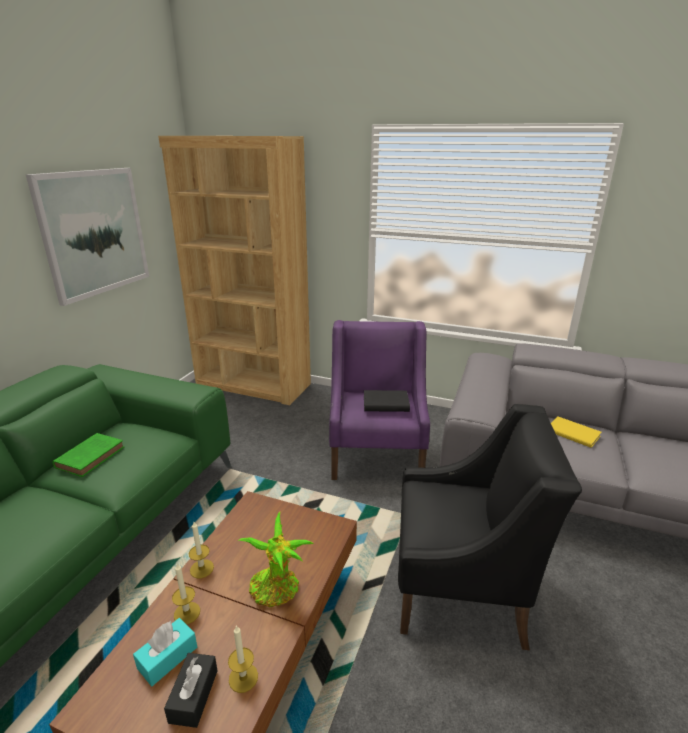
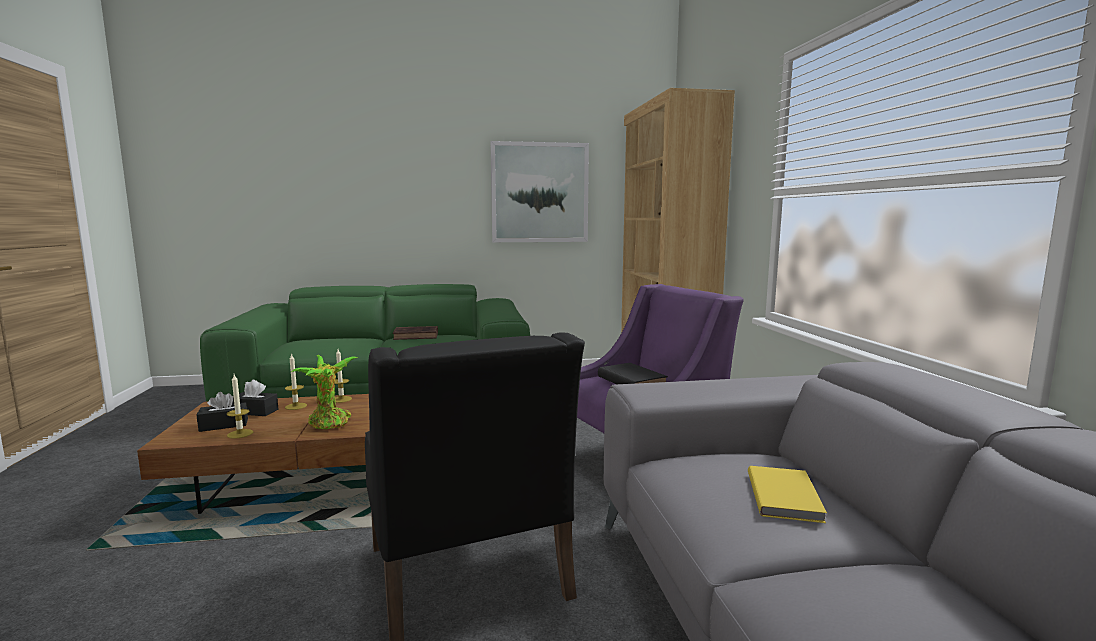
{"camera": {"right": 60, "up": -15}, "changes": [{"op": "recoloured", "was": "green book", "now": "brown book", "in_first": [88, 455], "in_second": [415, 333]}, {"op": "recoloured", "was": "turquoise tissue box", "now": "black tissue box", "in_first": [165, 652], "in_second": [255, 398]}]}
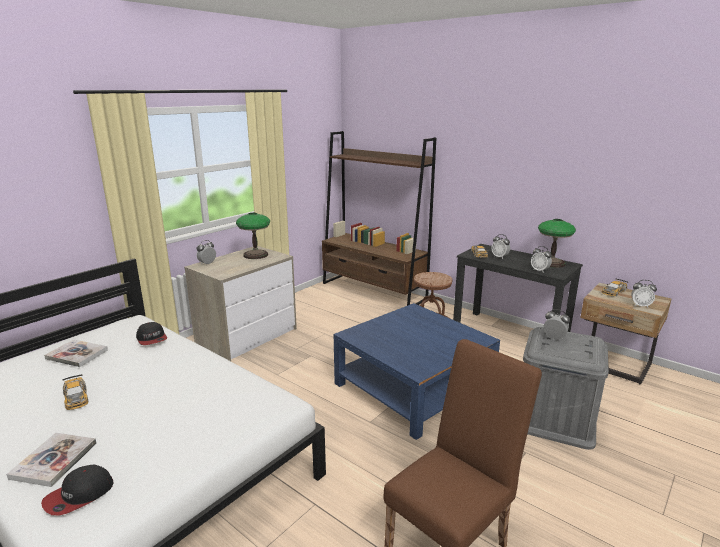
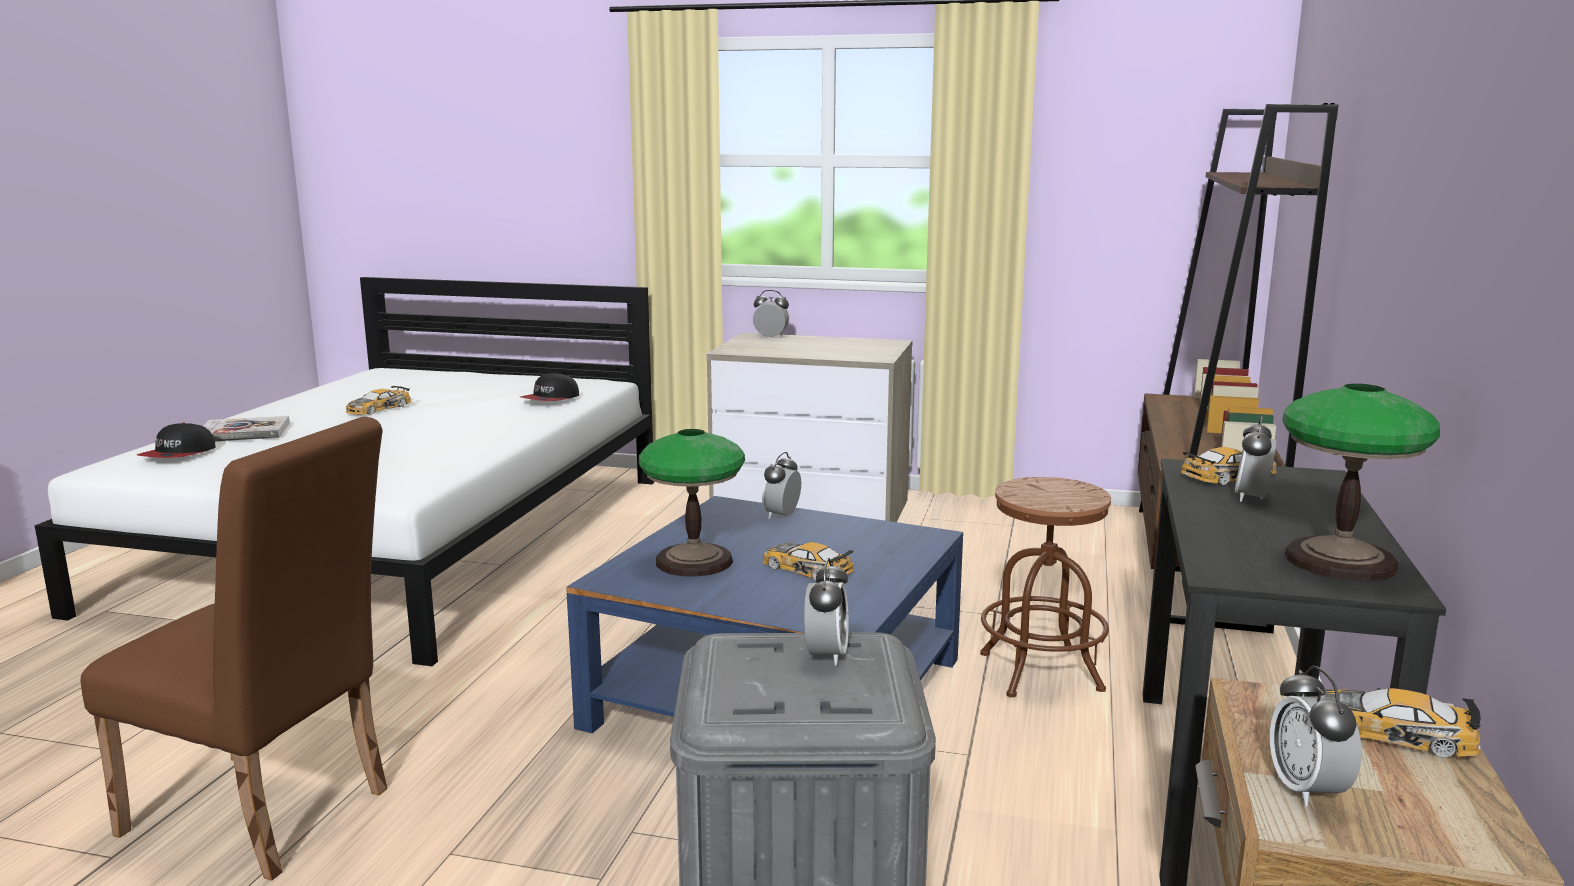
{"camera": {"right": 65, "up": -5}, "changes": [{"op": "removed", "was": "book", "in_first": [76, 353]}, {"op": "added", "now": "toy car", "in_second": [808, 561]}, {"op": "moved", "was": "table lamp", "in_first": [253, 236], "in_second": [691, 503]}, {"op": "moved", "was": "alarm clock", "in_first": [541, 259], "in_second": [781, 485]}, {"op": "turned", "was": "cap", "in_first": [77, 490], "in_second": [176, 440], "clockwise": -90}]}
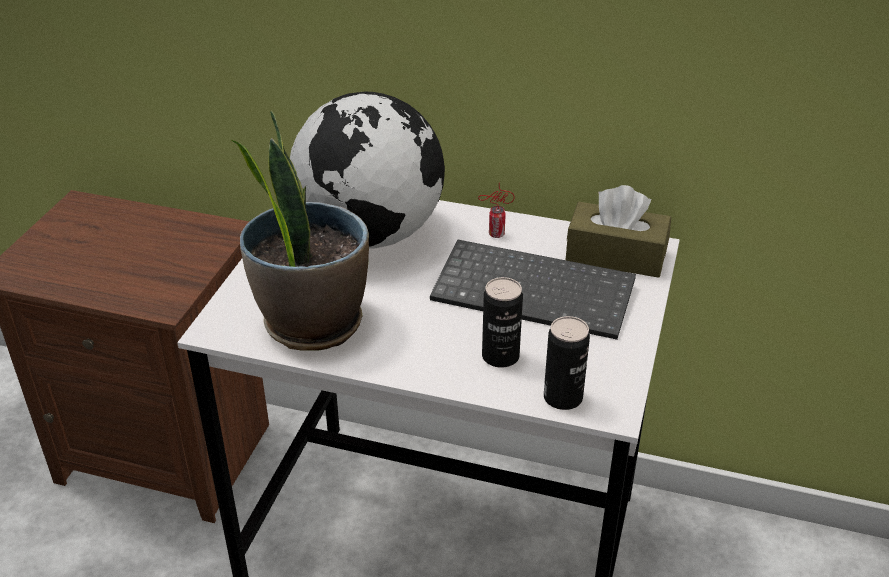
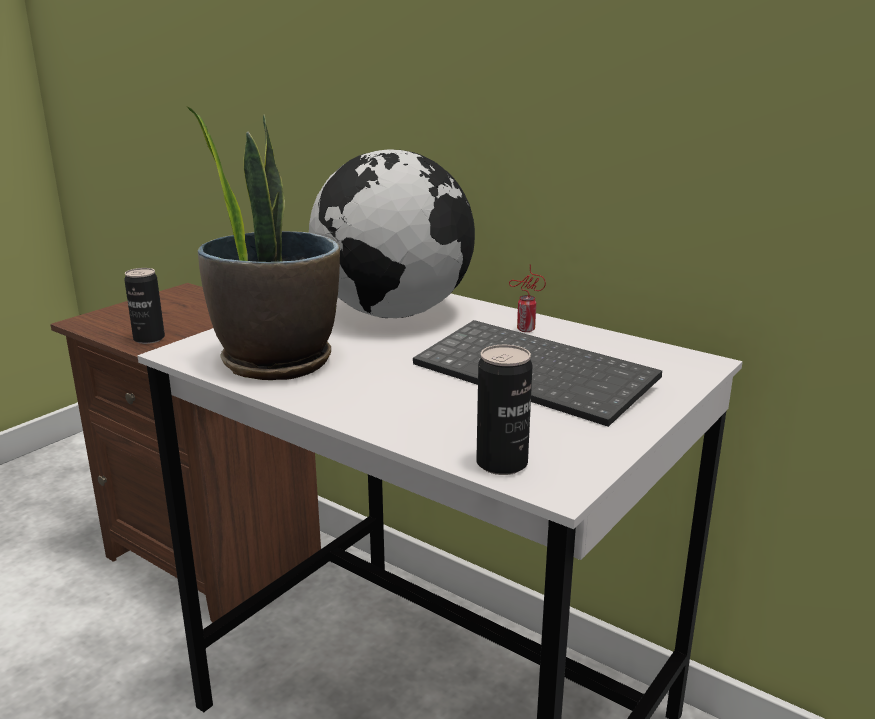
{"camera": {"right": 20, "up": -15}, "changes": [{"op": "removed", "was": "brown tissue box", "in_first": [618, 231]}, {"op": "moved", "was": "can", "in_first": [502, 322], "in_second": [144, 306]}]}
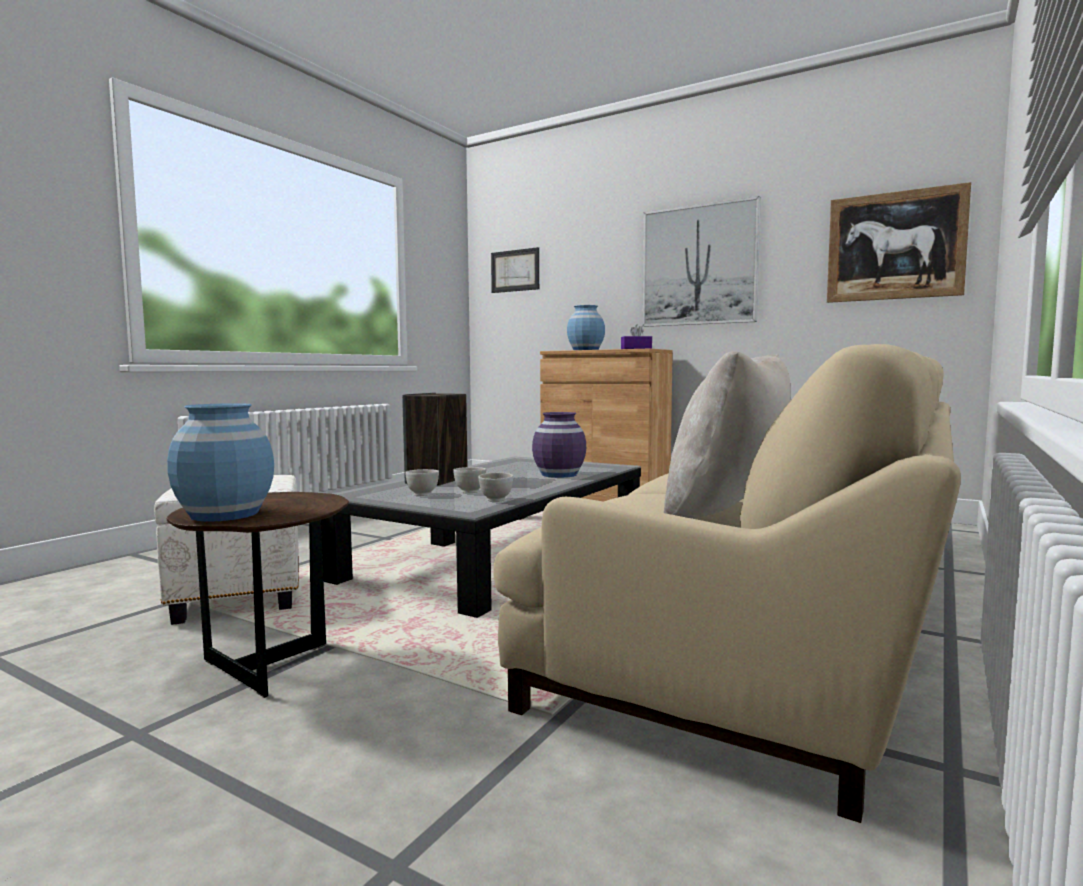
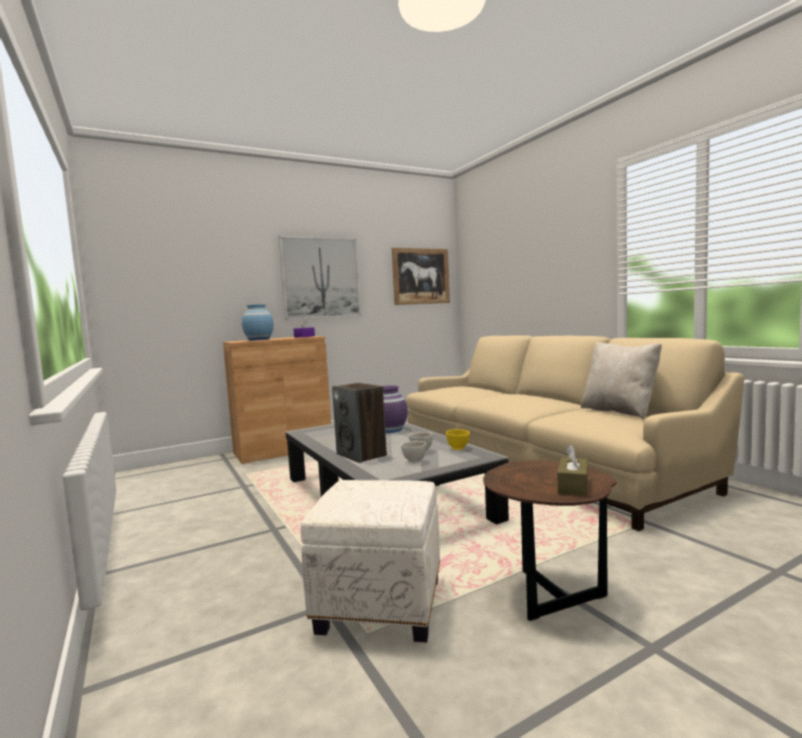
{"camera": {"right": -60, "up": 0}, "changes": [{"op": "removed", "was": "picture", "in_first": [515, 270]}, {"op": "replaced", "was": "blue vase", "now": "brown tissue box", "in_first": [220, 462], "in_second": [572, 470]}, {"op": "recoloured", "was": "white bowl", "now": "yellow bowl", "in_first": [495, 487], "in_second": [458, 439]}]}
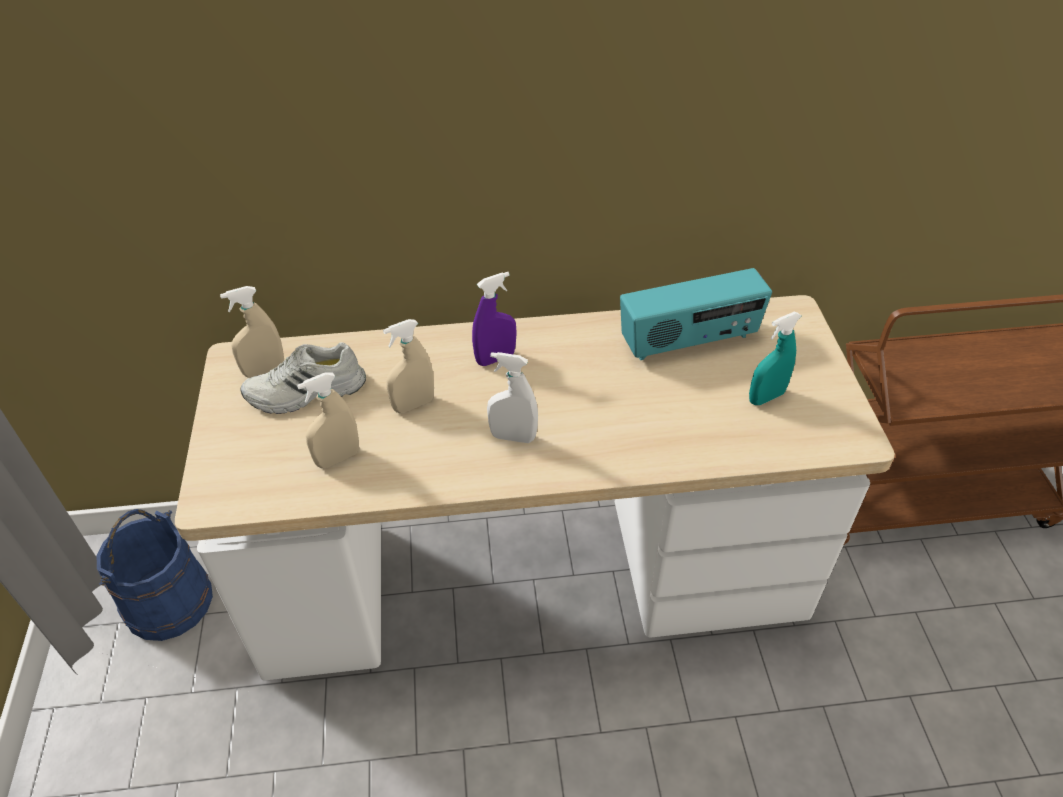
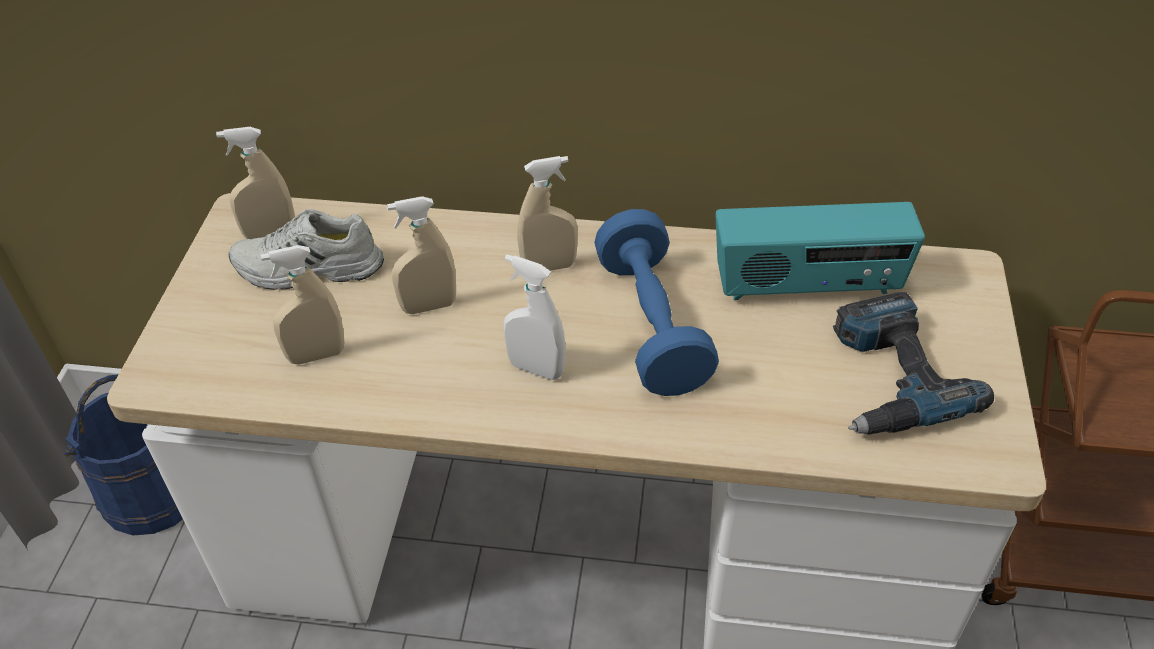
{"camera": {"right": 15, "up": 0}, "changes": [{"op": "added", "now": "blue dumbbell", "in_second": [656, 302]}, {"op": "replaced", "was": "turquoise spray bottle", "now": "power drill", "in_first": [775, 358], "in_second": [913, 363]}, {"op": "recoloured", "was": "purple spray bottle", "now": "beige spray bottle", "in_first": [494, 319], "in_second": [547, 213]}]}
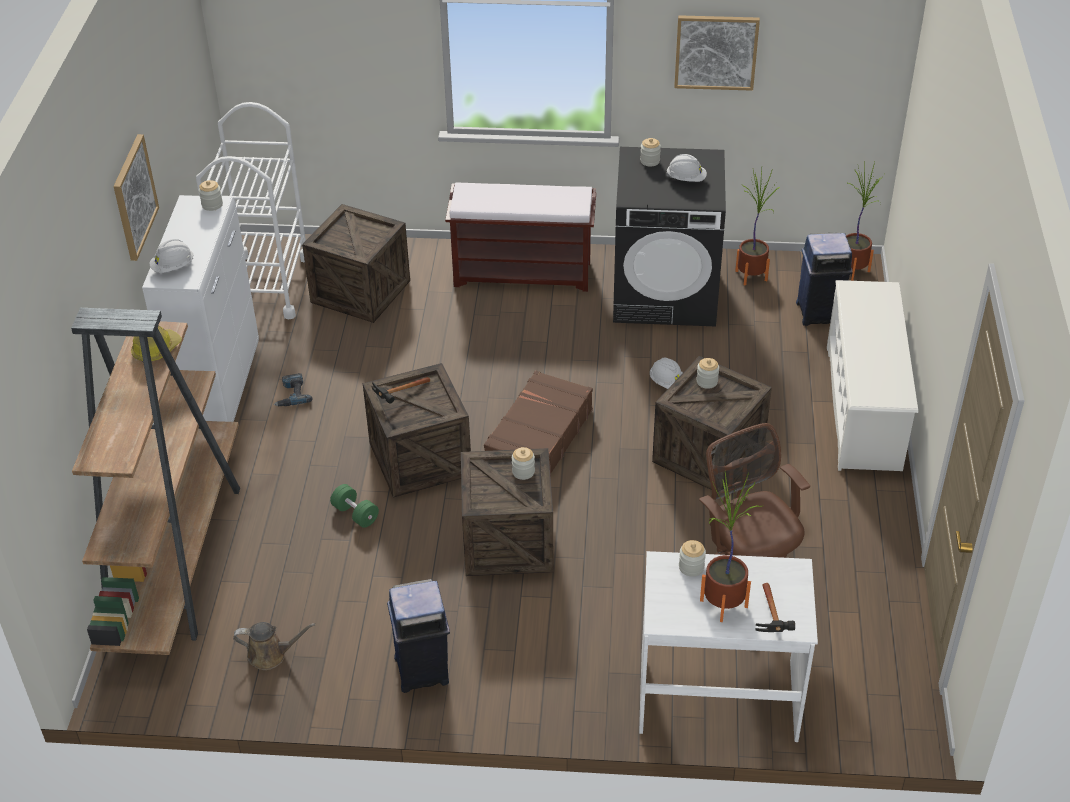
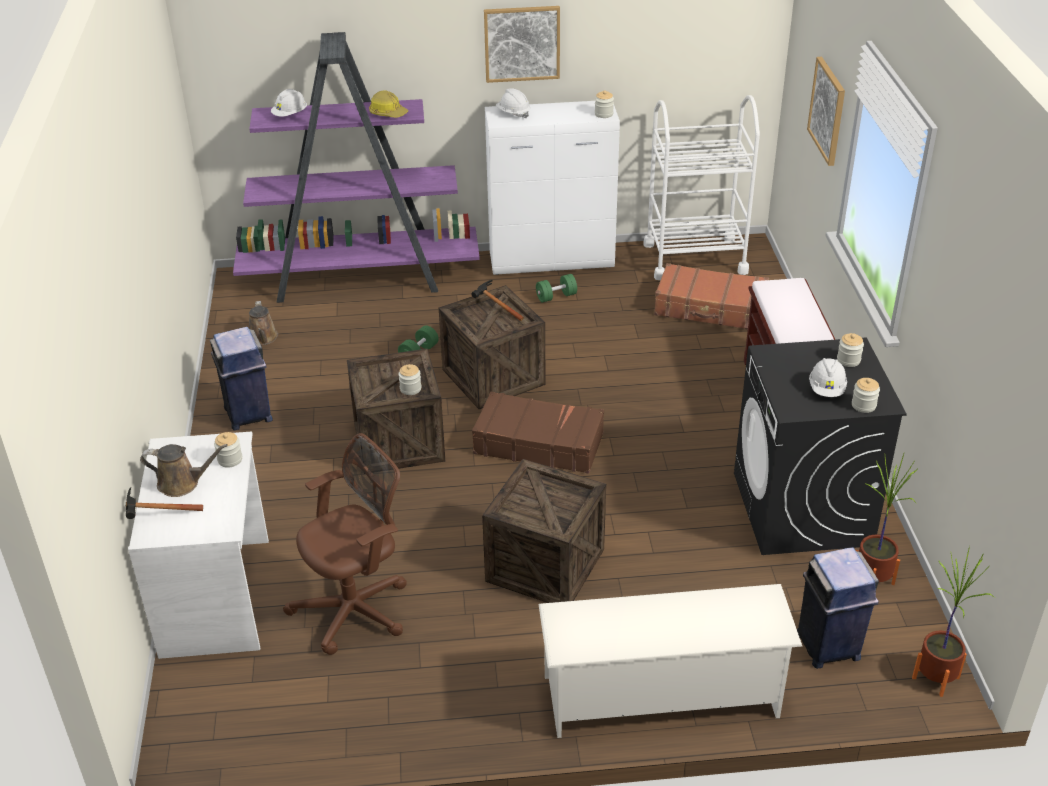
{"camera": {"right": 80, "up": -5}, "changes": [{"op": "moved", "was": "white hard hat", "in_first": [666, 373], "in_second": [289, 103]}, {"op": "moved", "was": "picture", "in_first": [717, 53], "in_second": [826, 111]}, {"op": "moved", "was": "jar", "in_first": [707, 373], "in_second": [866, 395]}, {"op": "replaced", "was": "power drill", "now": "green dumbbell", "in_first": [293, 389], "in_second": [556, 288]}, {"op": "replaced", "was": "crate", "now": "brown suitcase", "in_first": [356, 263], "in_second": [711, 296]}, {"op": "replaced", "was": "potted plant", "now": "brown watering can", "in_first": [731, 547], "in_second": [184, 470]}, {"op": "recoloured", "was": "brown bookcase", "now": "purple bookcase", "in_first": [155, 481], "in_second": [356, 167]}]}
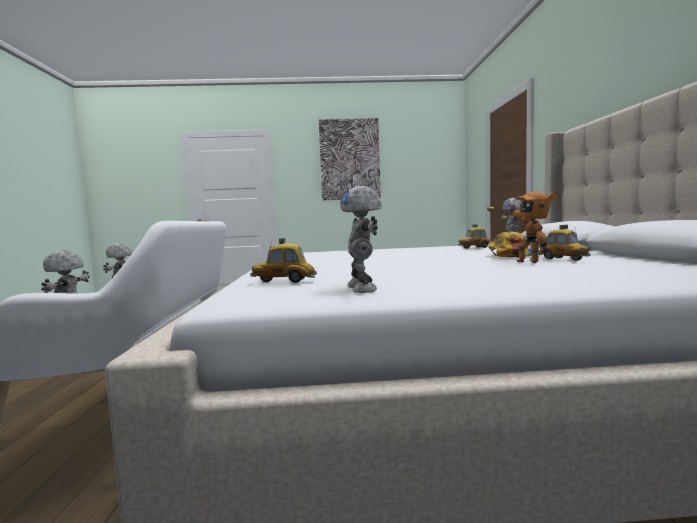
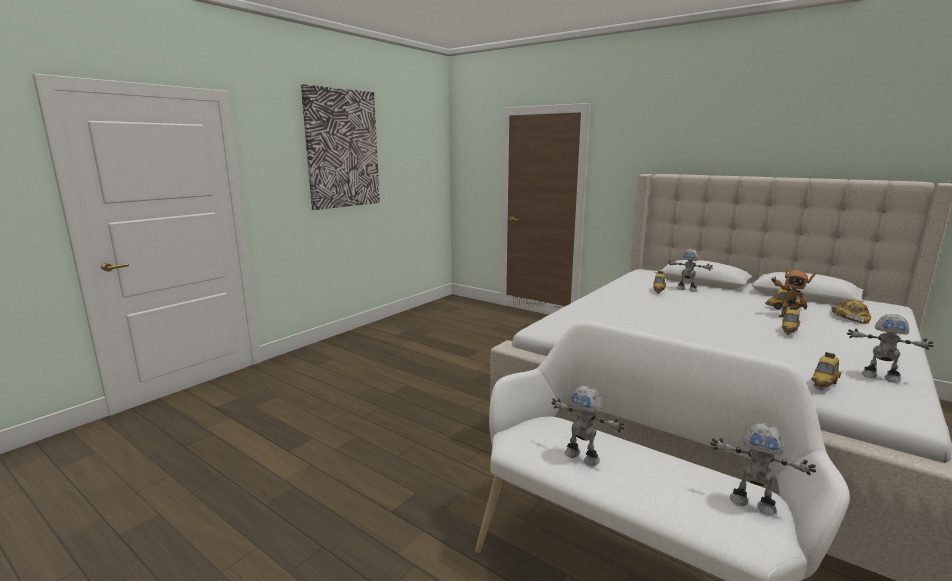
{"camera": {"right": -50, "up": 10}, "changes": [{"op": "added", "now": "toy car", "in_second": [791, 320]}, {"op": "moved", "was": "cap", "in_first": [515, 244], "in_second": [851, 311]}]}
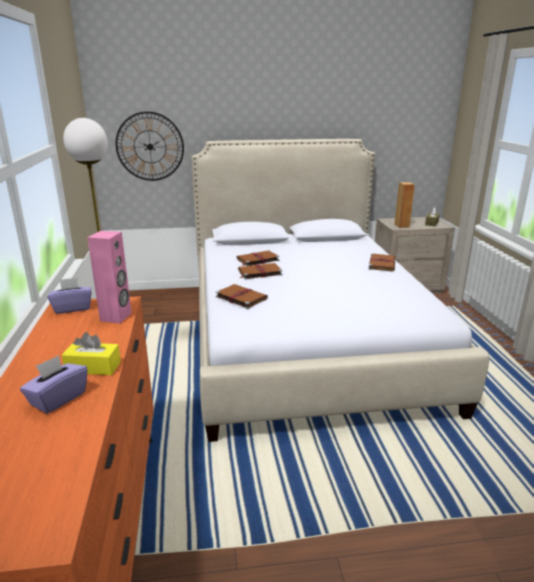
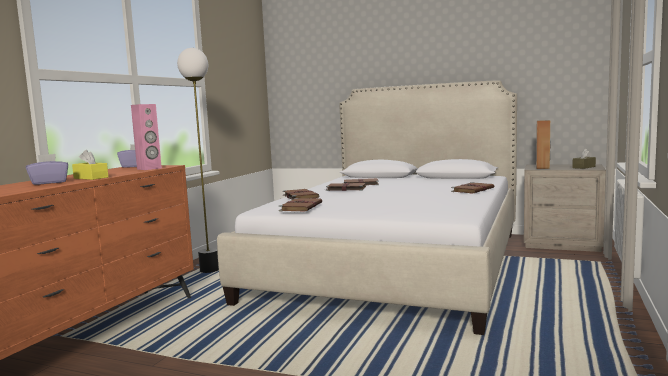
{"camera": {"right": 30, "up": -15}, "changes": [{"op": "removed", "was": "wall clock", "in_first": [150, 146]}, {"op": "added", "now": "brown book", "in_second": [300, 205]}]}
